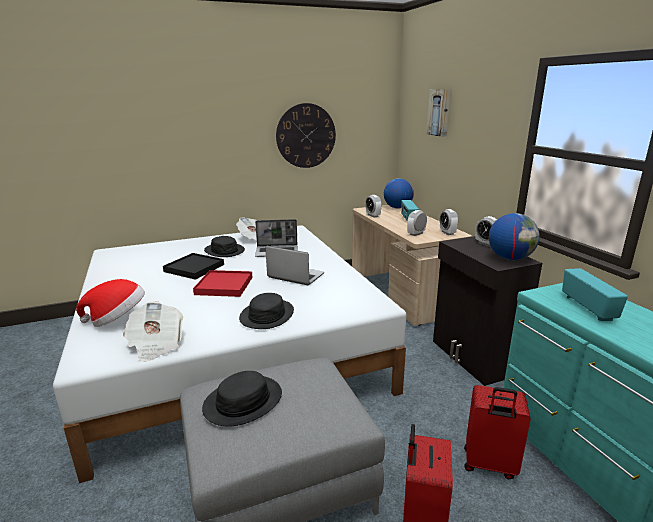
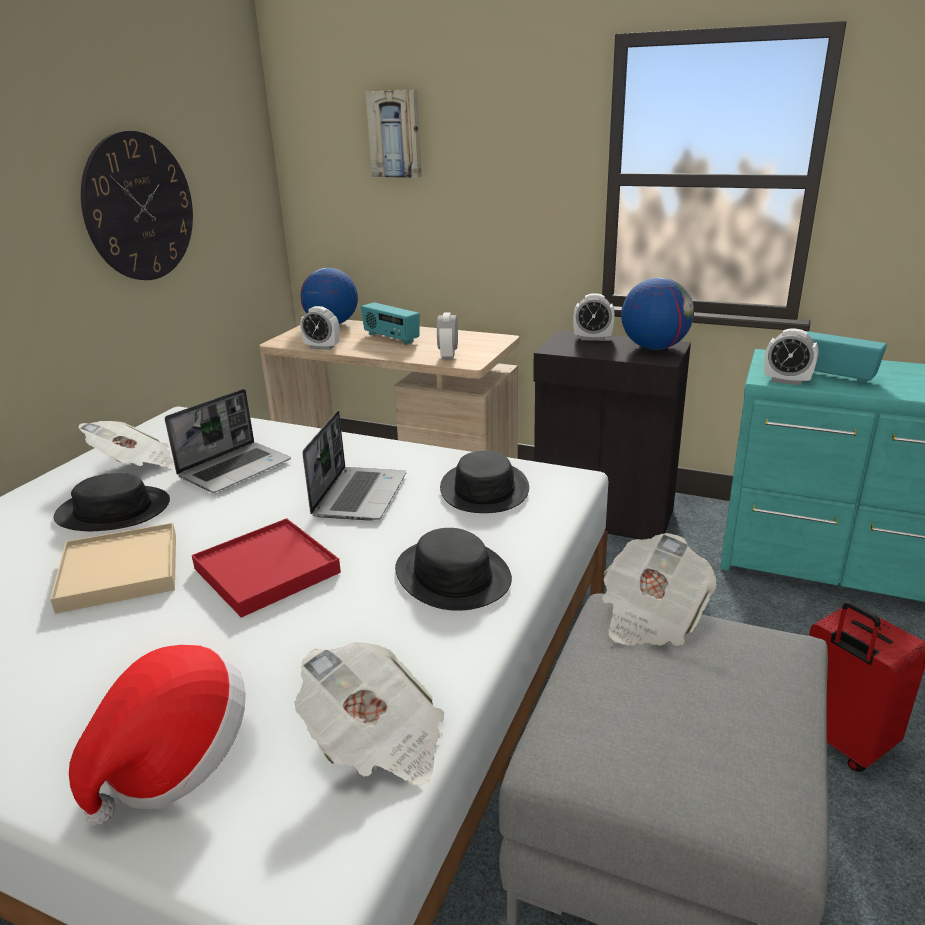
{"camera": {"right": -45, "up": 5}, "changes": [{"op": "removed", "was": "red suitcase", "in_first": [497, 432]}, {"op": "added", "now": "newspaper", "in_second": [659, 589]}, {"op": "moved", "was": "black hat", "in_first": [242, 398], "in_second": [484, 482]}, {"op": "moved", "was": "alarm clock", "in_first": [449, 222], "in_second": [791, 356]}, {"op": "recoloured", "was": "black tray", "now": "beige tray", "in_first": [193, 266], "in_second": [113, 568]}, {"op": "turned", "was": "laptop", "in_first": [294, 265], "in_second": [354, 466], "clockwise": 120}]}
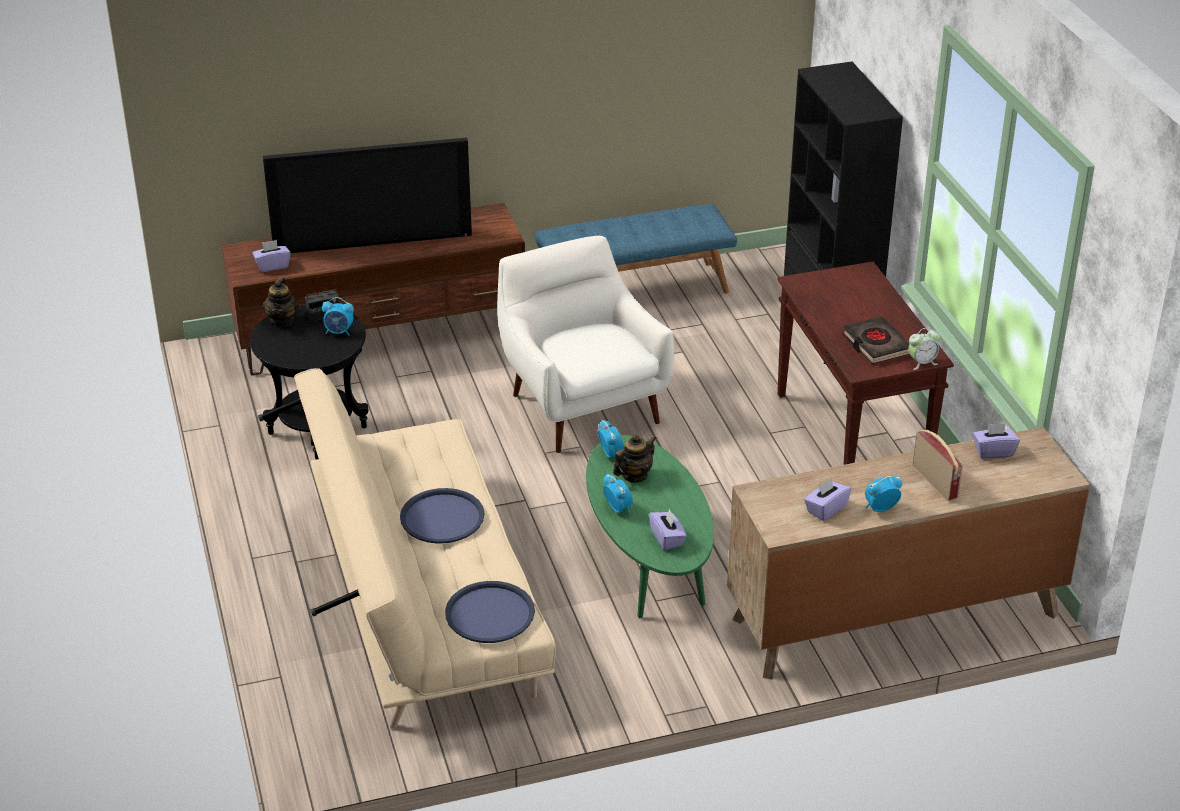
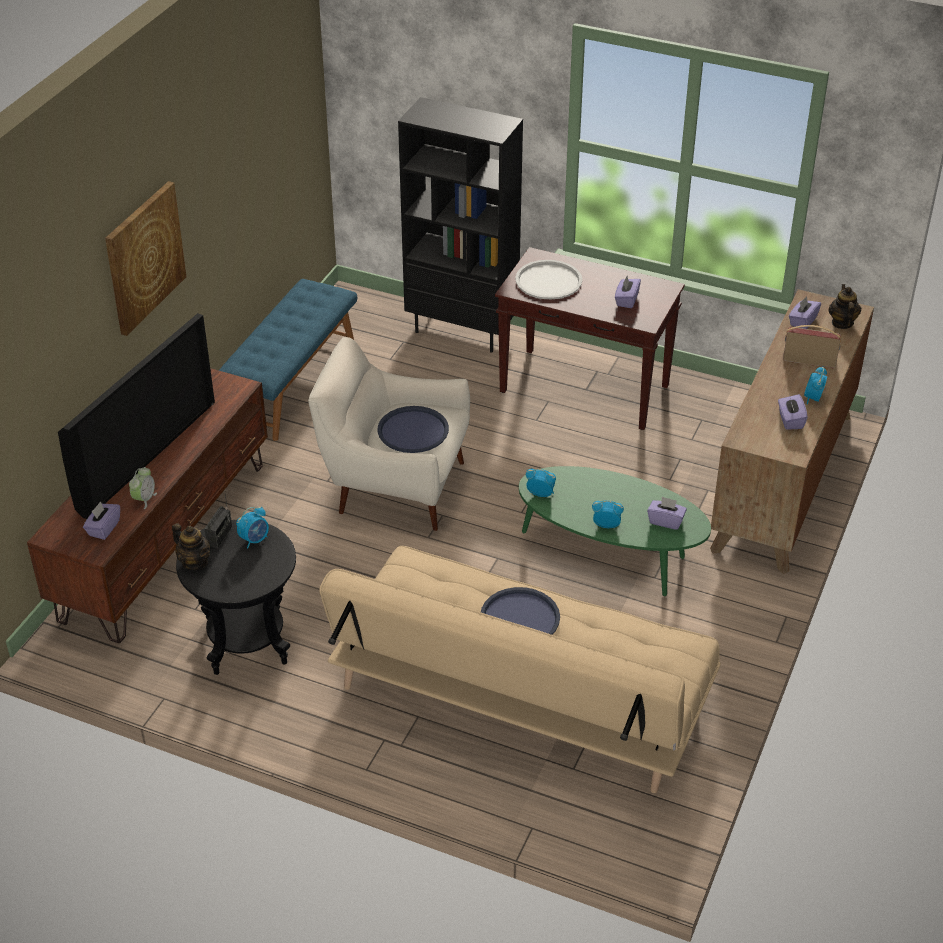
{"camera": {"right": -50, "up": 5}, "changes": [{"op": "added", "now": "picture", "in_second": [145, 258]}, {"op": "added", "now": "white tray", "in_second": [548, 279]}, {"op": "moved", "was": "blue tray", "in_first": [490, 612], "in_second": [413, 429]}, {"op": "moved", "was": "teapot", "in_first": [634, 458], "in_second": [844, 306]}, {"op": "moved", "was": "alarm clock", "in_first": [924, 349], "in_second": [143, 488]}, {"op": "replaced", "was": "black book", "now": "purple tissue box", "in_first": [876, 340], "in_second": [628, 292]}]}
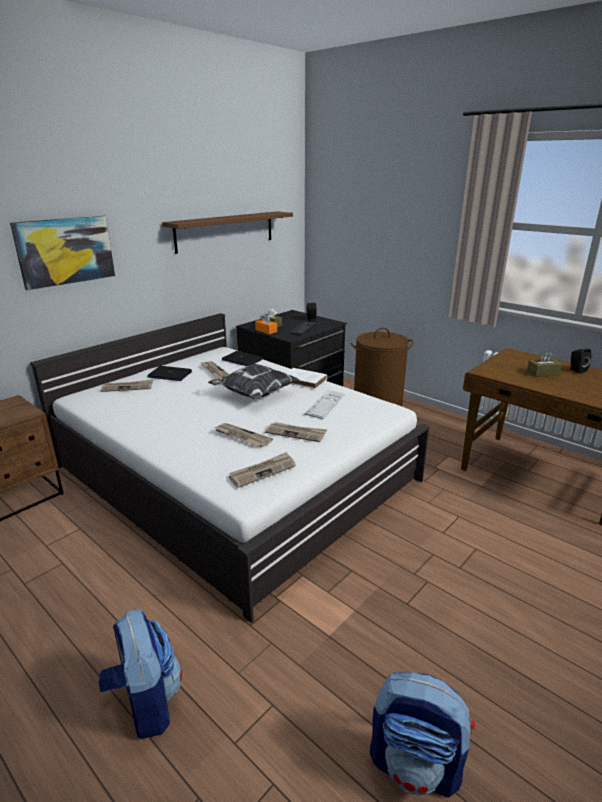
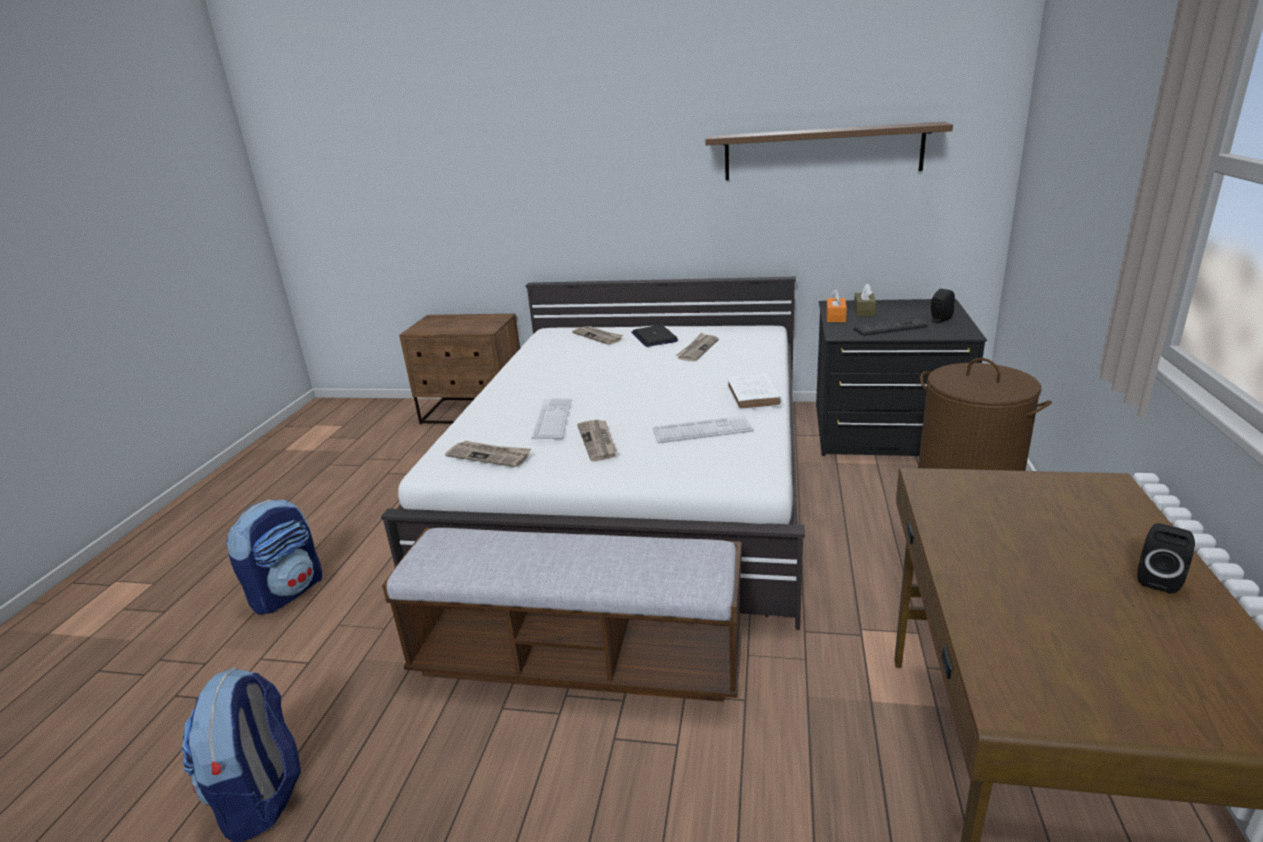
{"camera": {"right": 60, "up": 0}, "changes": [{"op": "removed", "was": "picture", "in_first": [62, 253]}, {"op": "removed", "was": "pillow", "in_first": [253, 381]}, {"op": "removed", "was": "laptop", "in_first": [242, 358]}, {"op": "removed", "was": "brown tissue box", "in_first": [545, 364]}, {"op": "added", "now": "bench", "in_second": [562, 615]}, {"op": "replaced", "was": "newspaper", "now": "keyboard", "in_first": [243, 435], "in_second": [551, 419]}]}
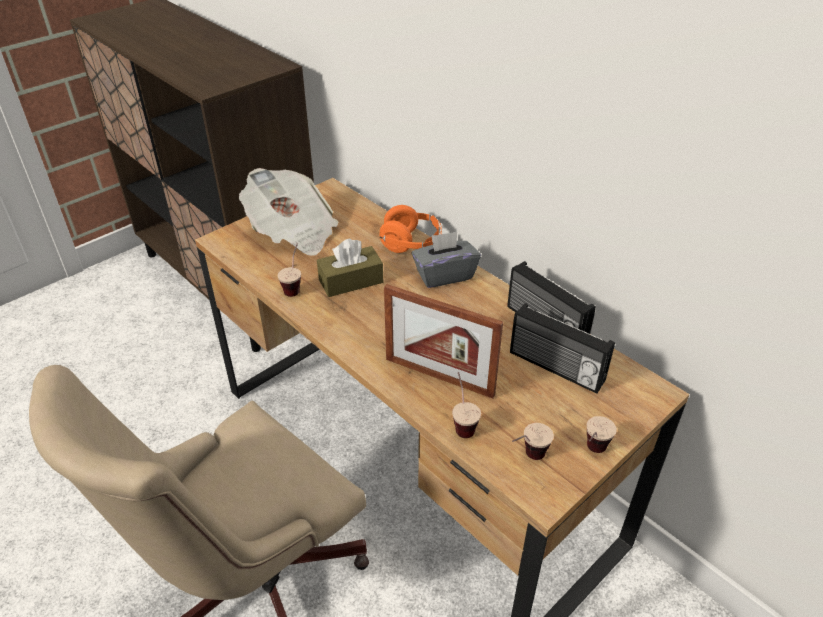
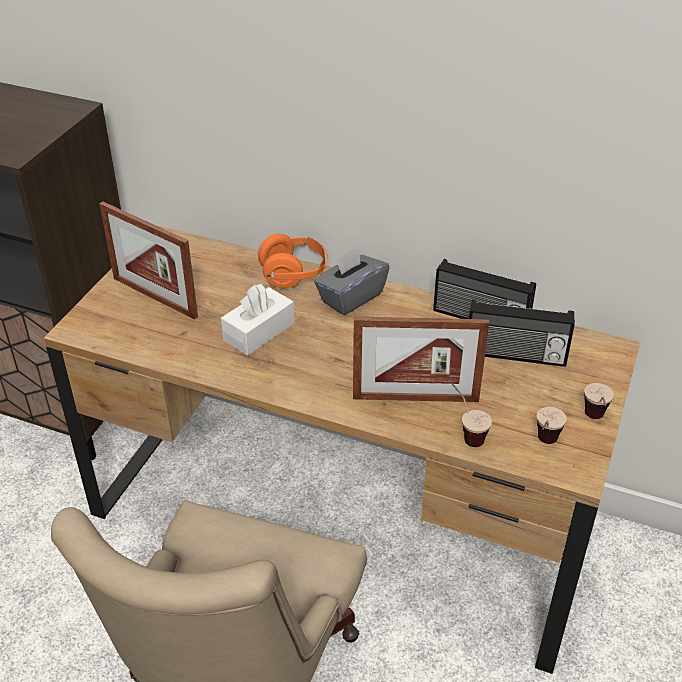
{"camera": {"right": -25, "up": 0}, "changes": [{"op": "removed", "was": "cup", "in_first": [289, 270]}, {"op": "replaced", "was": "newspaper", "now": "picture frame", "in_first": [289, 212], "in_second": [149, 261]}, {"op": "recoloured", "was": "brown tissue box", "now": "white tissue box", "in_first": [350, 267], "in_second": [257, 319]}]}
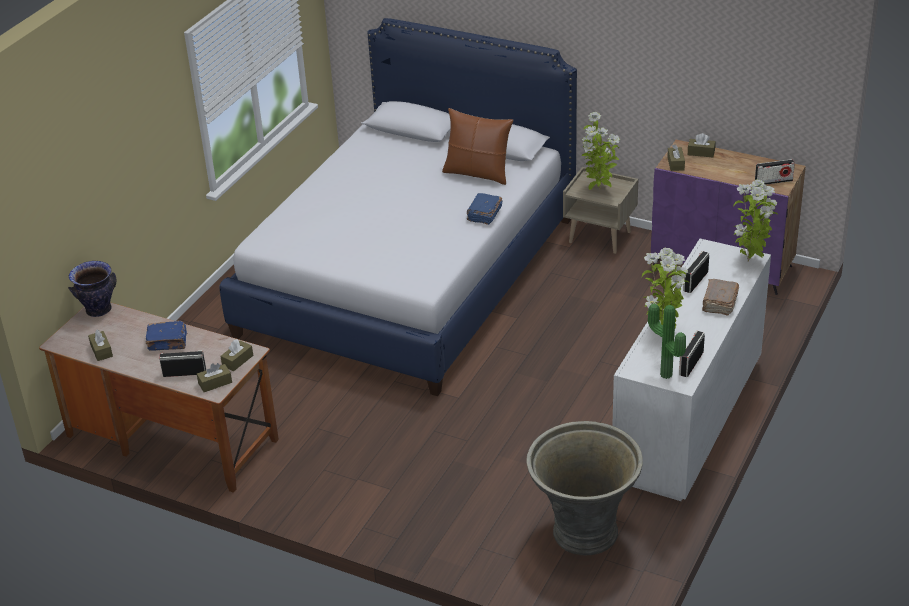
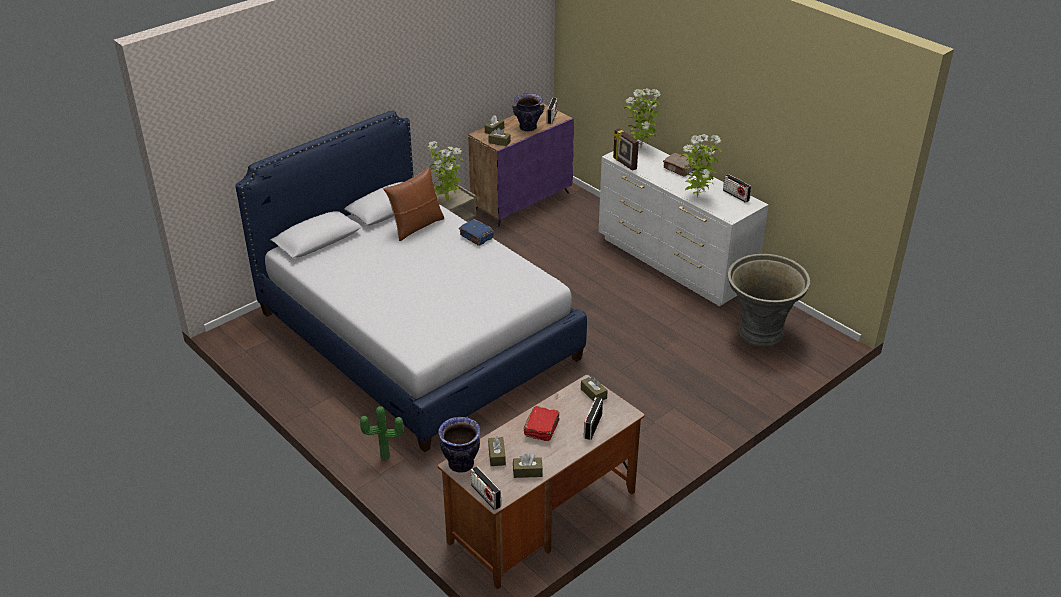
{"camera": {"right": -70, "up": 0}, "changes": [{"op": "added", "now": "vase", "in_second": [528, 112]}, {"op": "added", "now": "picture frame", "in_second": [626, 150]}, {"op": "moved", "was": "brown tissue box", "in_first": [214, 377], "in_second": [497, 451]}, {"op": "moved", "was": "potted plant", "in_first": [667, 341], "in_second": [382, 433]}, {"op": "moved", "was": "radio", "in_first": [696, 272], "in_second": [486, 488]}, {"op": "recoloured", "was": "blue book", "now": "red book", "in_first": [166, 336], "in_second": [542, 423]}]}
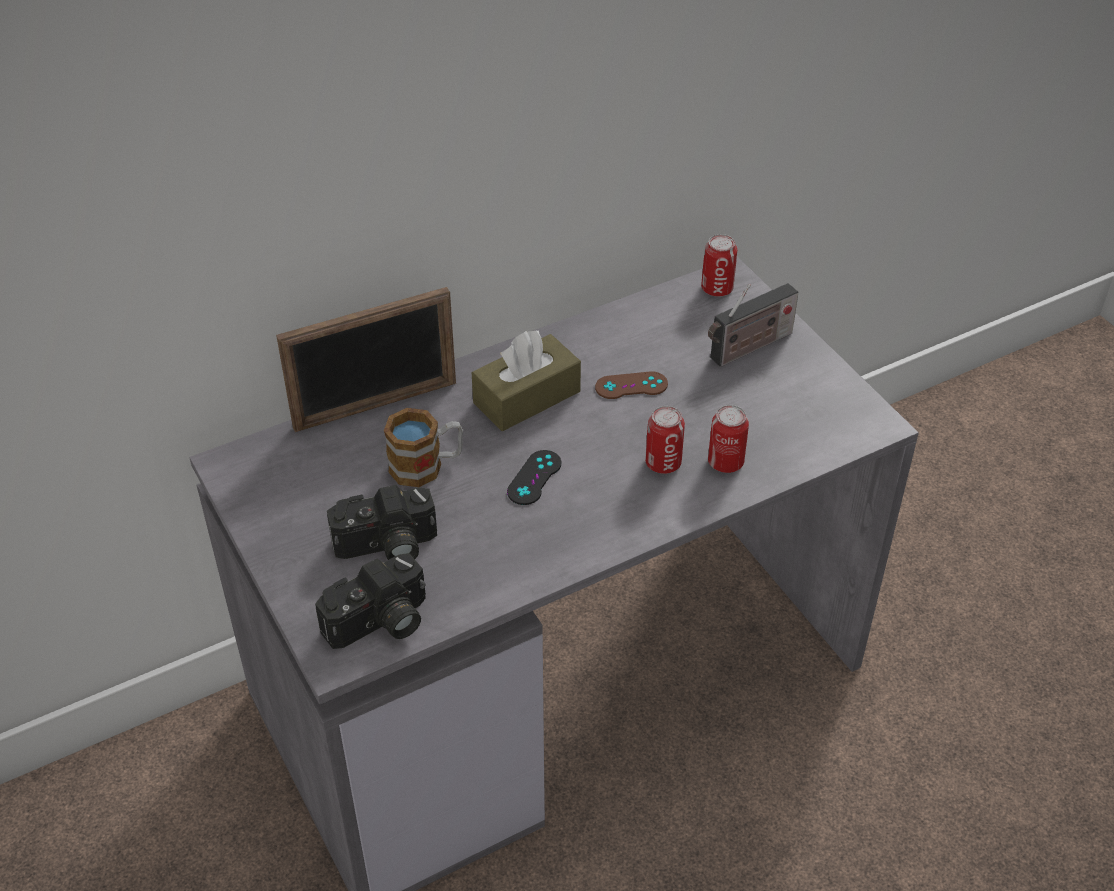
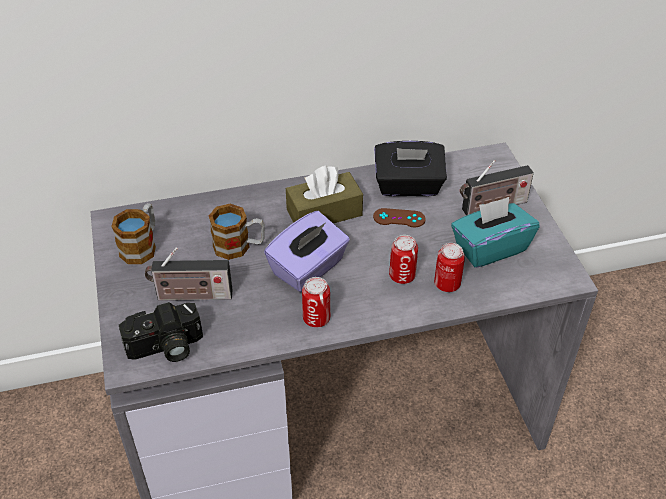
{"camera": {"right": 15, "up": 0}, "changes": [{"op": "removed", "was": "picture frame", "in_first": [366, 359]}, {"op": "added", "now": "mug", "in_second": [133, 233]}, {"op": "added", "now": "black tissue box", "in_second": [410, 168]}, {"op": "added", "now": "turquoise tissue box", "in_second": [495, 232]}, {"op": "moved", "was": "can", "in_first": [719, 265], "in_second": [316, 302]}, {"op": "replaced", "was": "photo camera", "now": "radio", "in_first": [382, 522], "in_second": [189, 274]}, {"op": "replaced", "was": "black game controller", "now": "purple tissue box", "in_first": [534, 477], "in_second": [307, 251]}]}
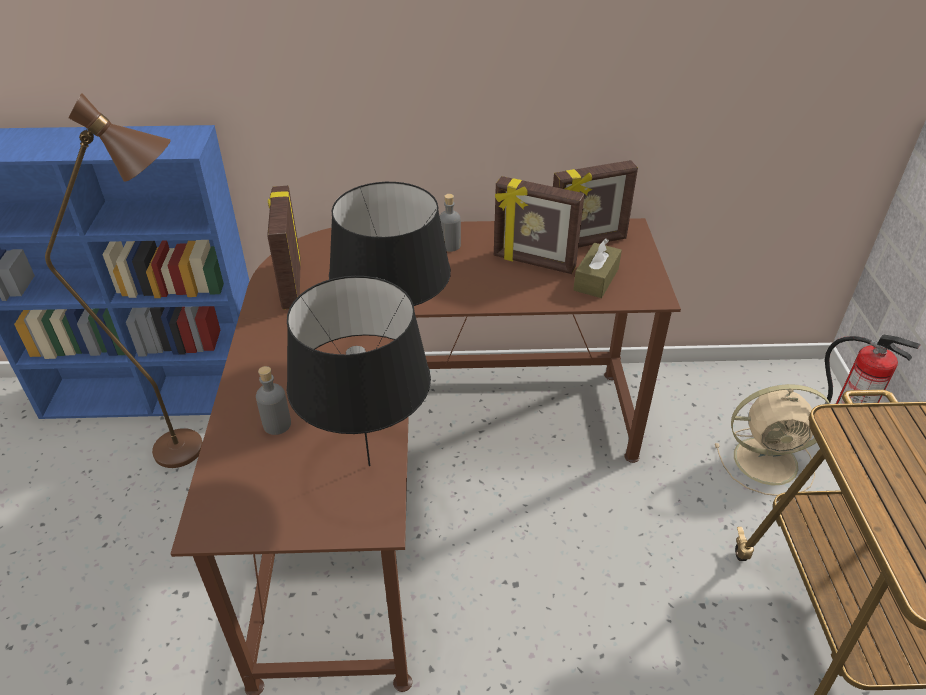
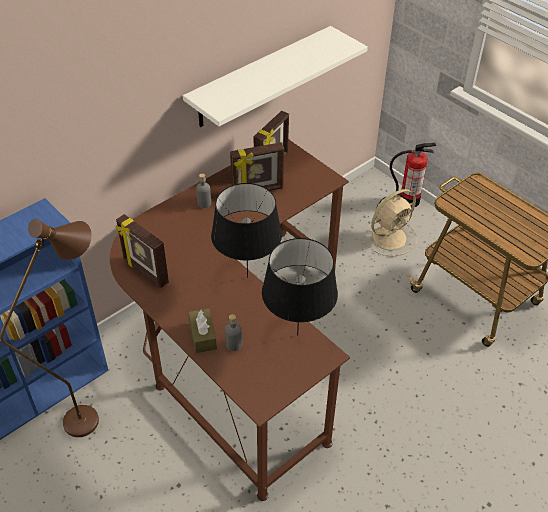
{"camera": {"right": -40, "up": 5}, "changes": [{"op": "added", "now": "white shelf", "in_second": [275, 76]}, {"op": "moved", "was": "brown tissue box", "in_first": [597, 268], "in_second": [202, 330]}]}
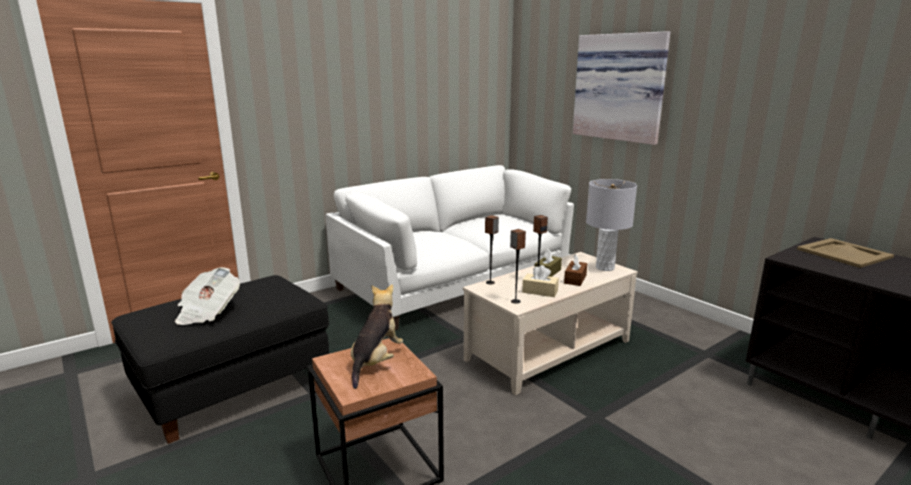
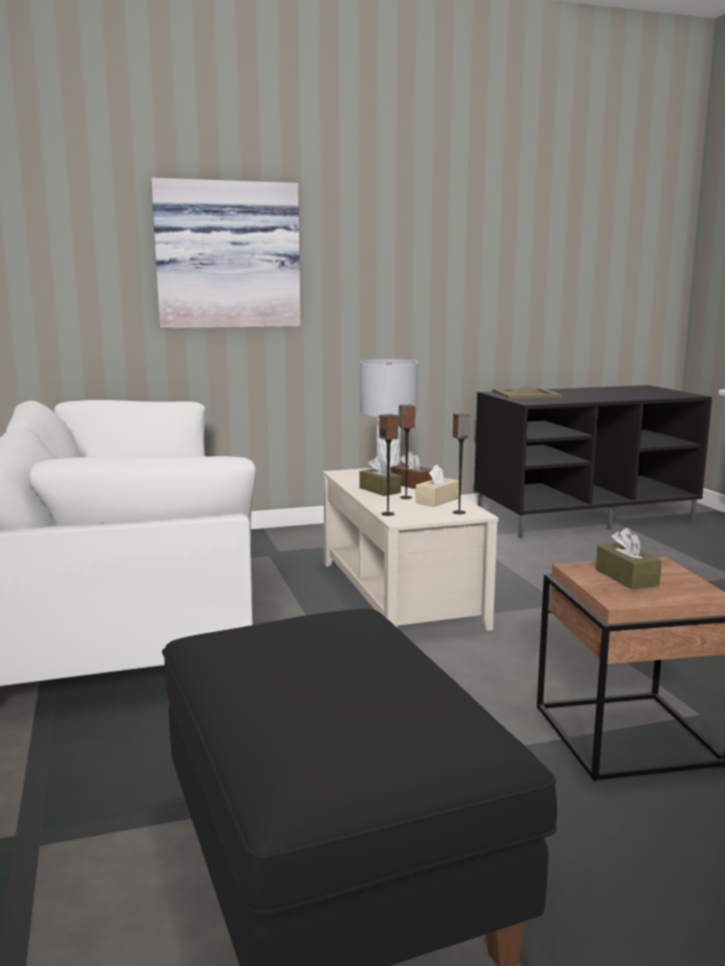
{"camera": {"right": -70, "up": -5}, "changes": [{"op": "removed", "was": "newspaper", "in_first": [207, 296]}, {"op": "replaced", "was": "plush toy", "now": "brown tissue box", "in_first": [377, 336], "in_second": [629, 559]}]}
